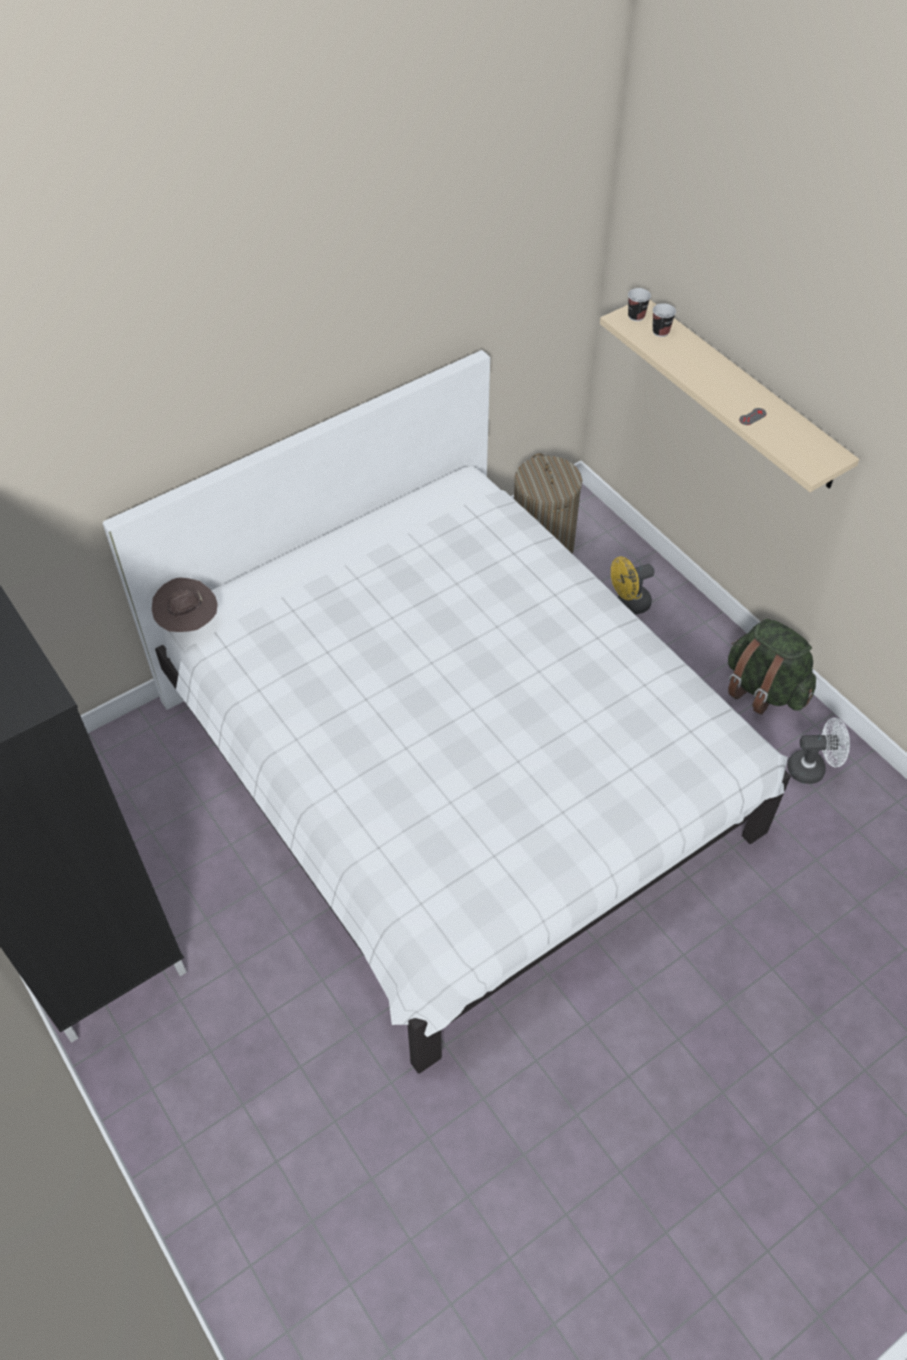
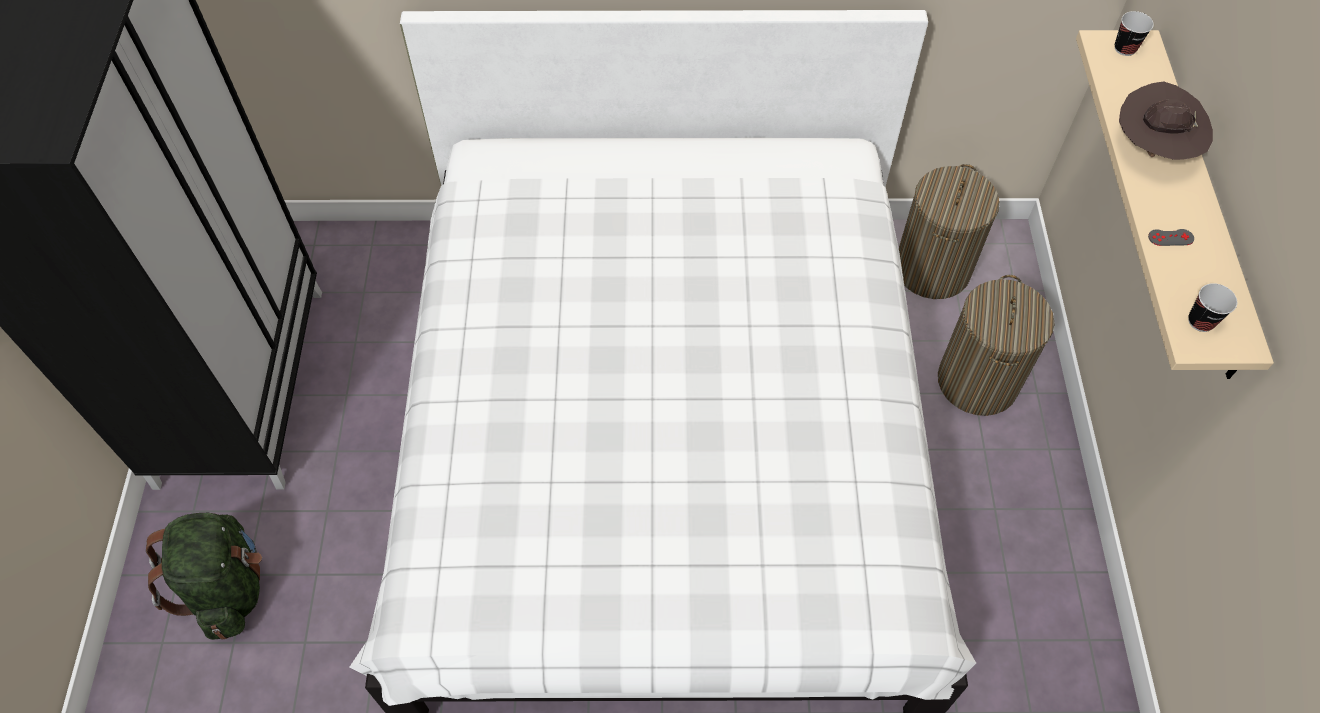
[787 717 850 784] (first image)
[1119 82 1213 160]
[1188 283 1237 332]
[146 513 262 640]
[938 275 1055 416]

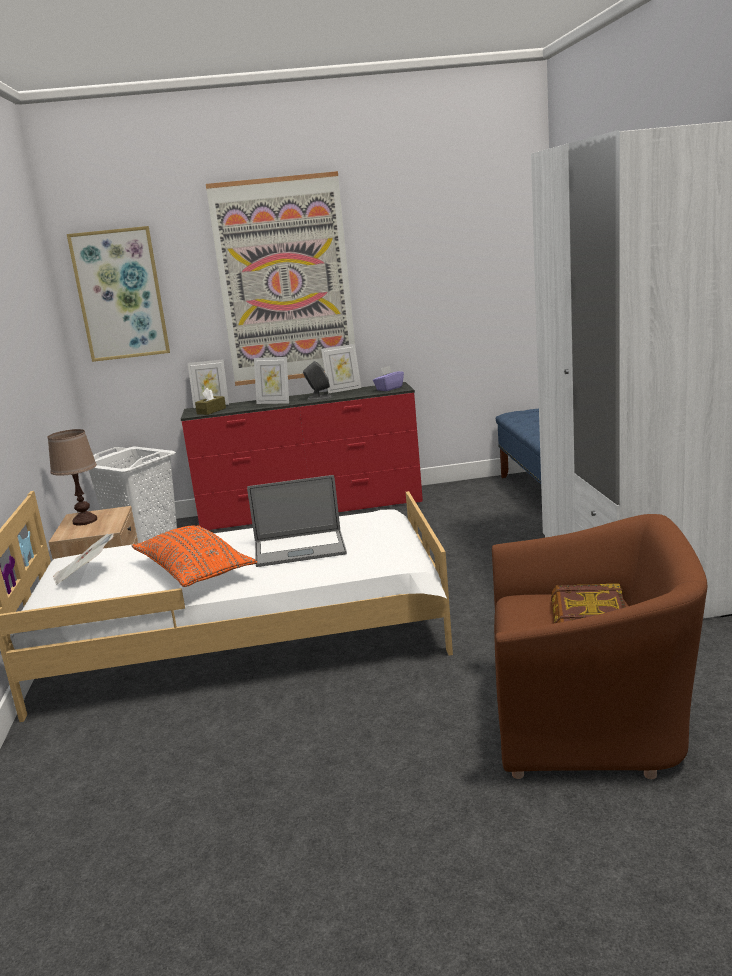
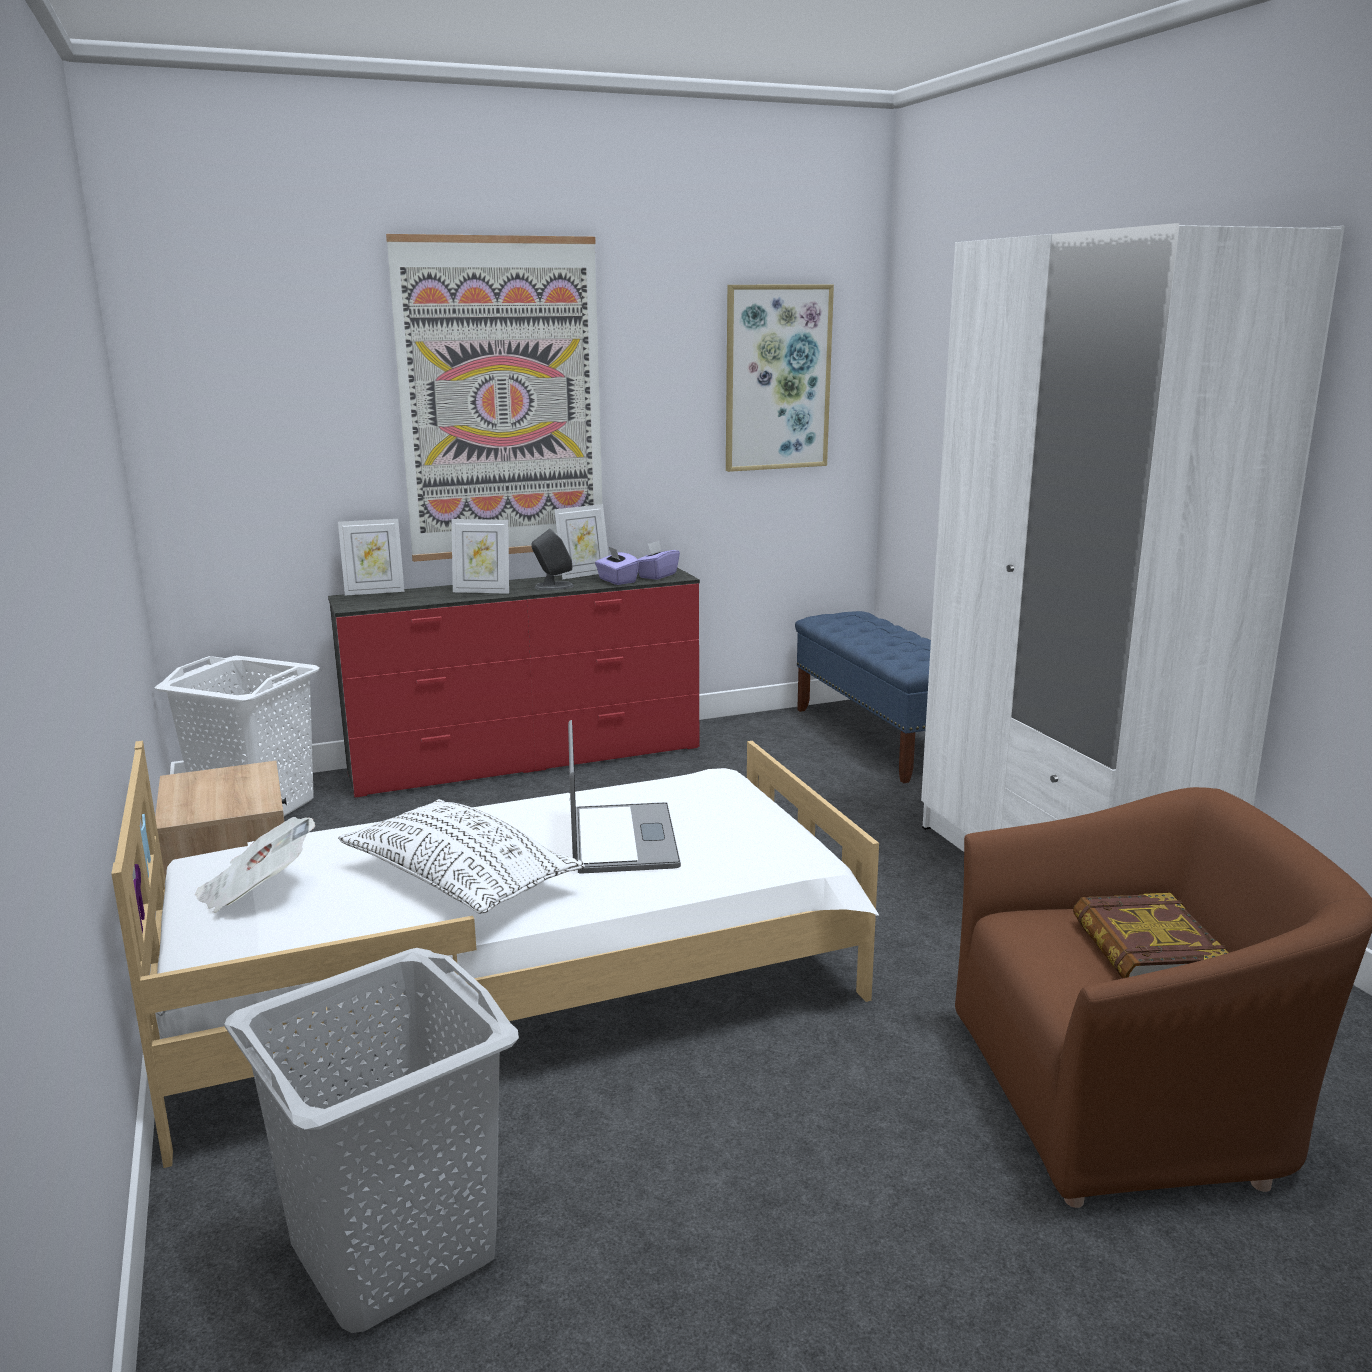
[48 429 97 525] (first image)
[195 388 226 415] (first image)
[224 948 519 1333]
[595 546 639 585]
[726 285 834 472]
[338 799 585 914]
[568 720 681 873]

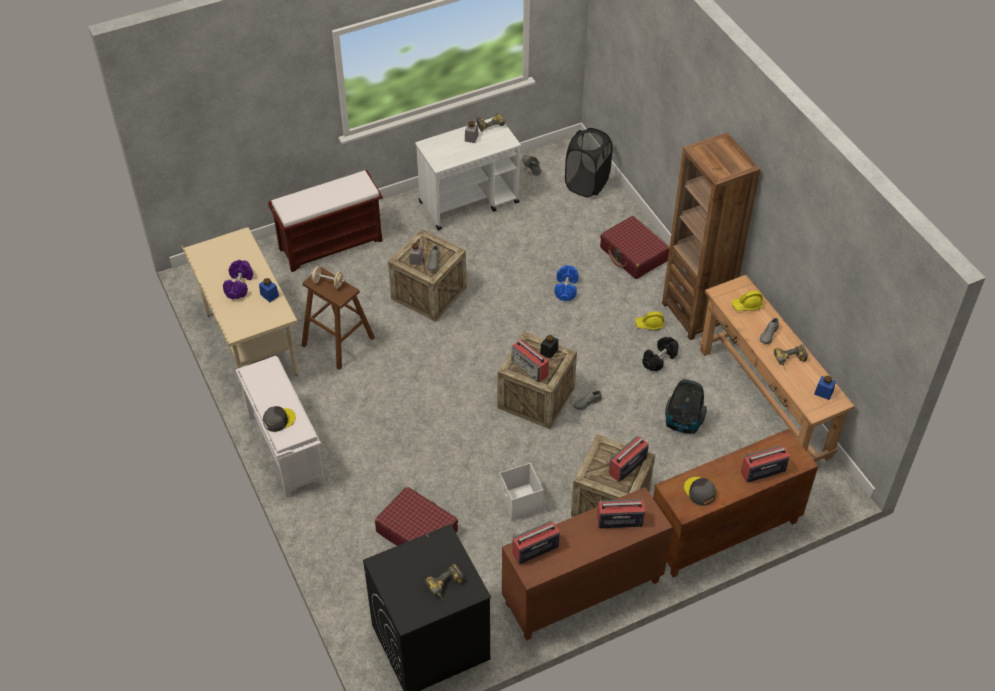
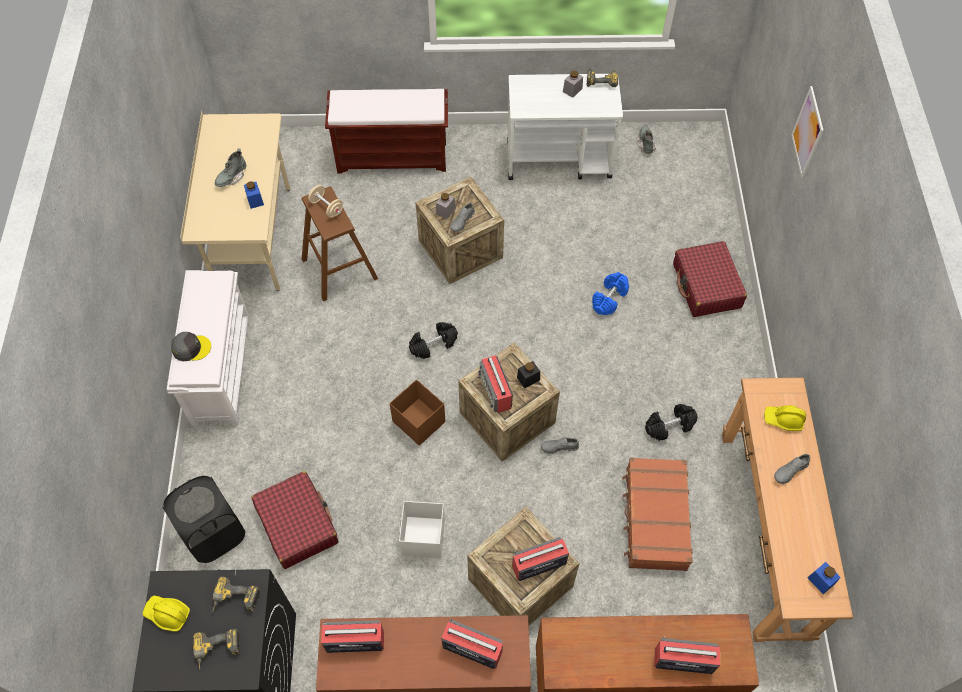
[662 132 760 340] (first image)
[684 477 716 506] (first image)
[389 380 445 446]
[409 322 458 359]
[791 86 824 178]
[162 476 246 563]
[143 596 190 631]
[212 576 260 612]
[215 148 247 187]
[622 457 693 571]

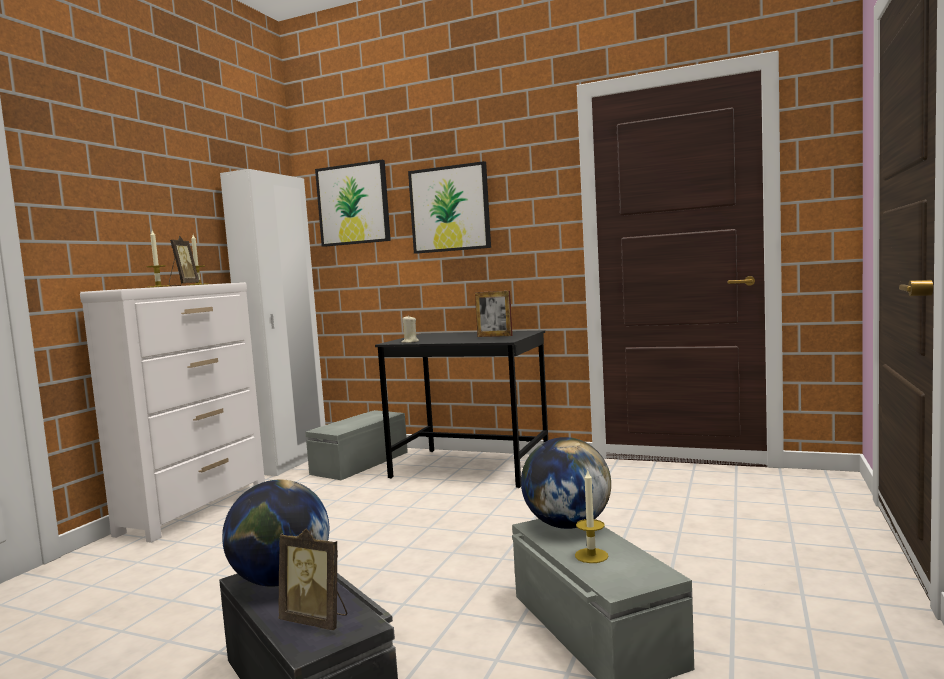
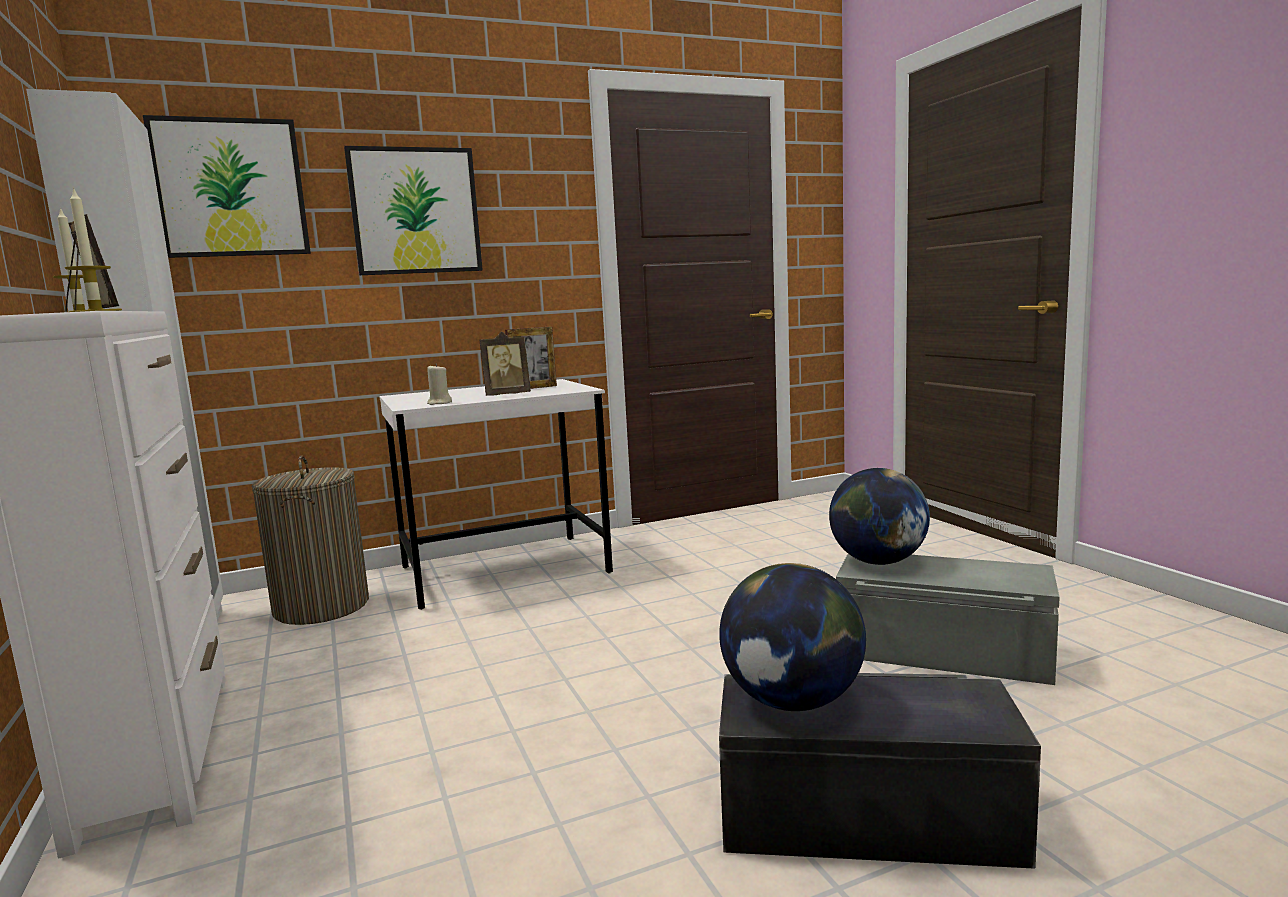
[575 471 609 563] (first image)
[479 331 531 396]
[252 455 369 625]
[379 379 613 610]

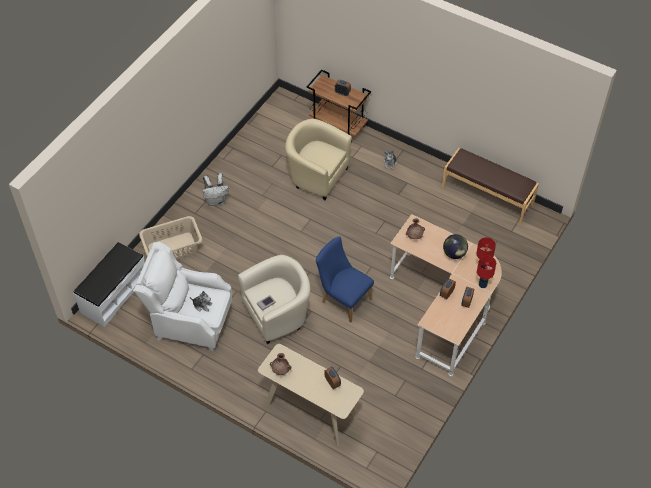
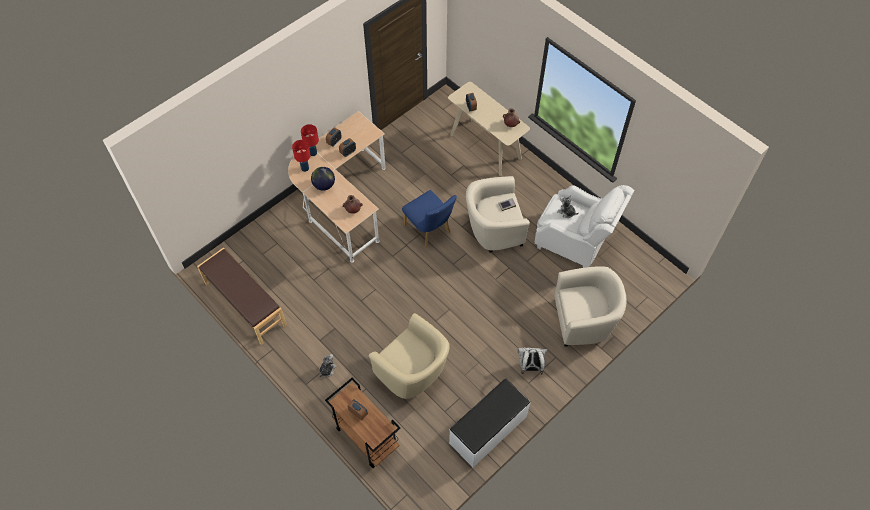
[449 378 531 467]
[554 266 627 347]

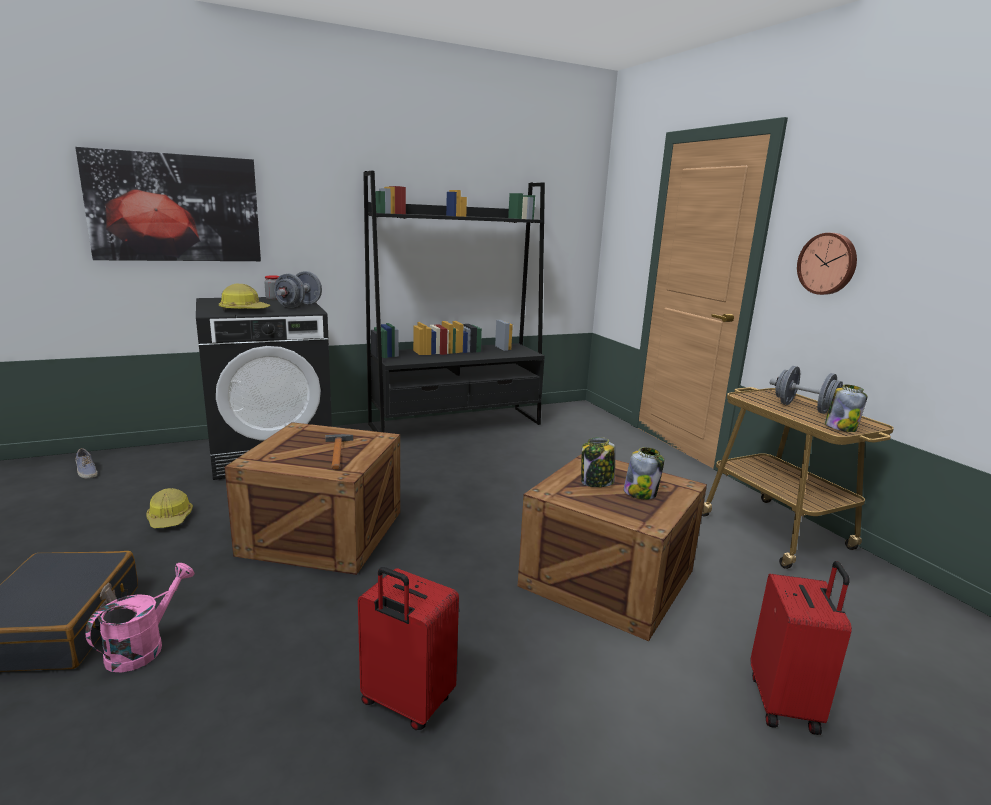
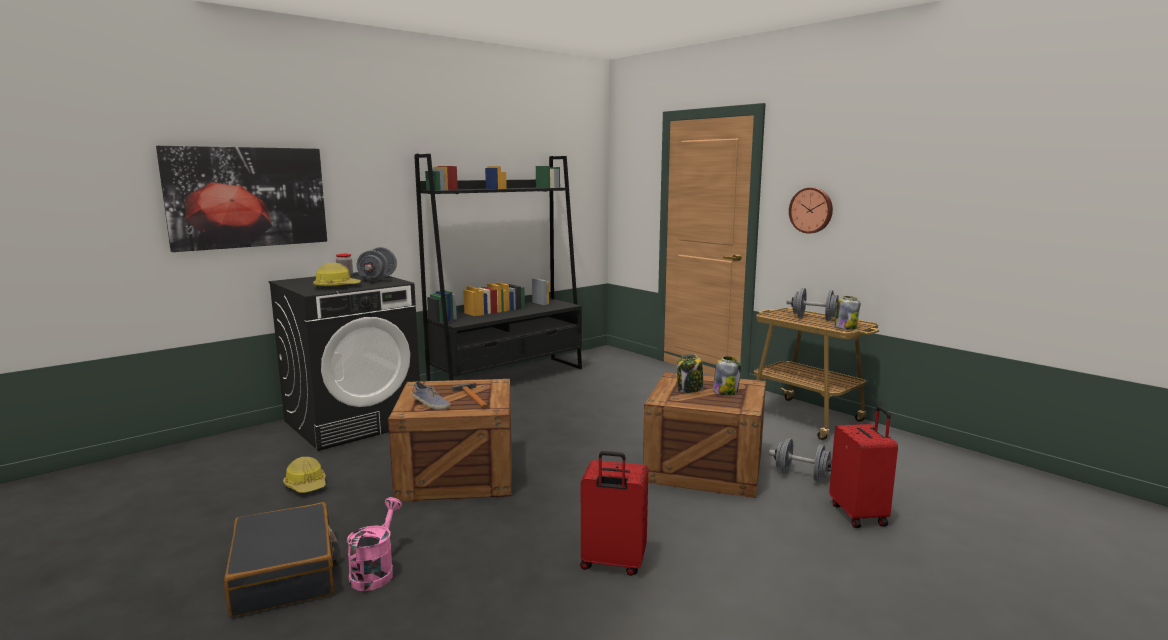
[769 438 832 482]
[411 381 451 409]

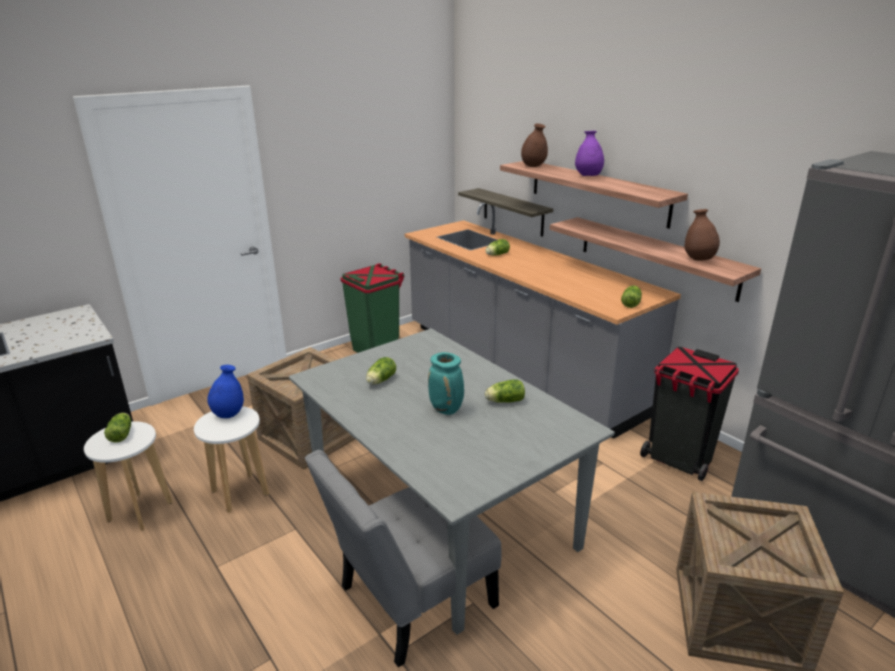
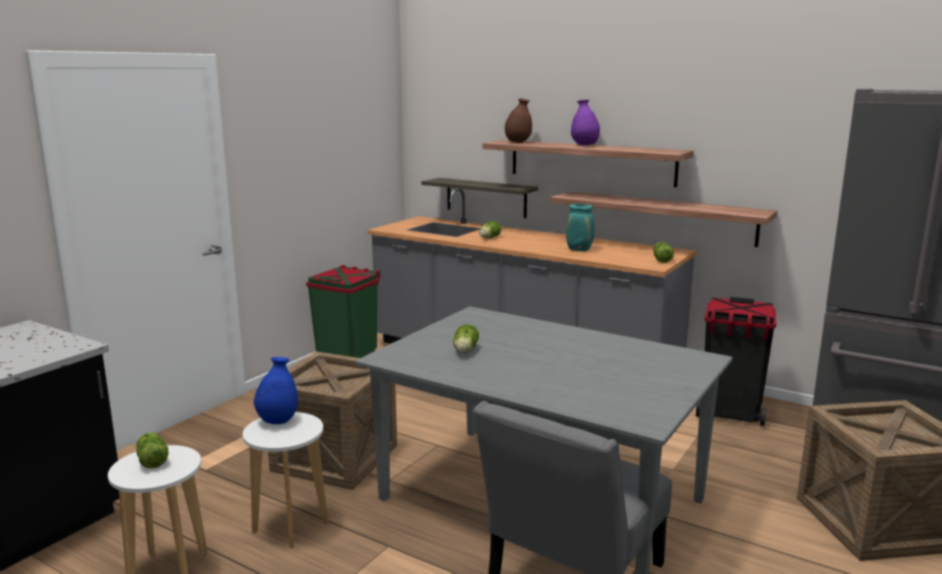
[485 379 525 402] (first image)
[684 209 720 261] (first image)
[566 204 594 251]

